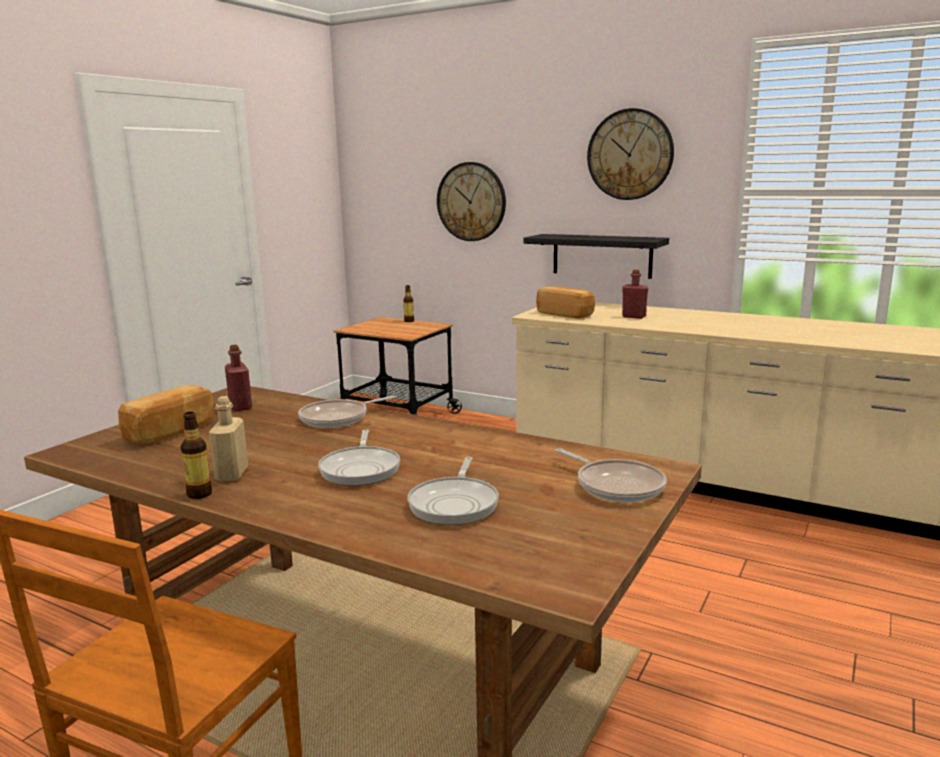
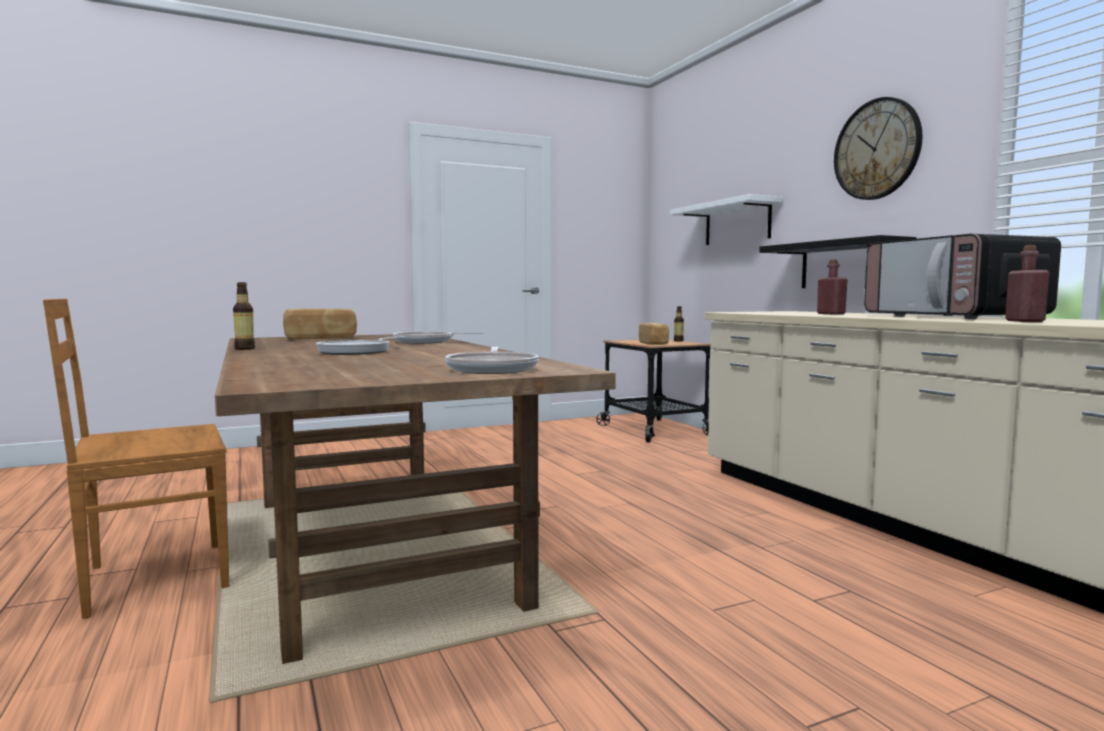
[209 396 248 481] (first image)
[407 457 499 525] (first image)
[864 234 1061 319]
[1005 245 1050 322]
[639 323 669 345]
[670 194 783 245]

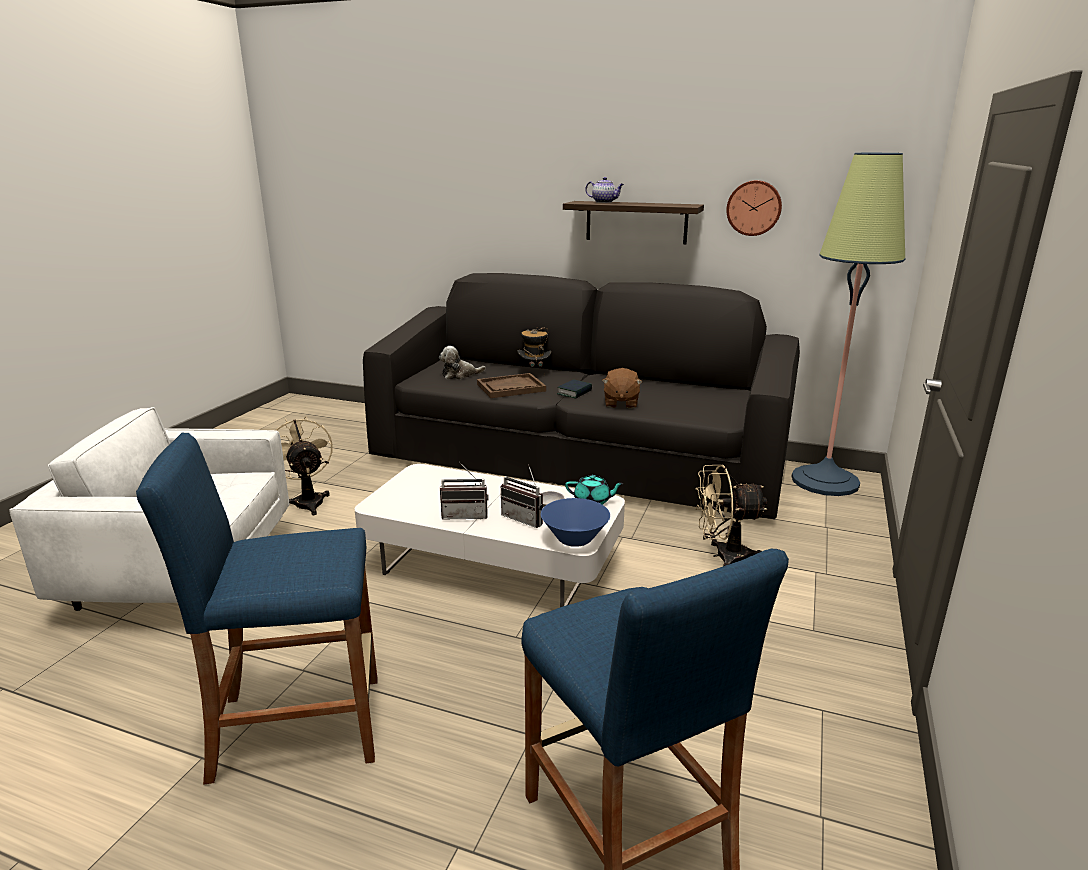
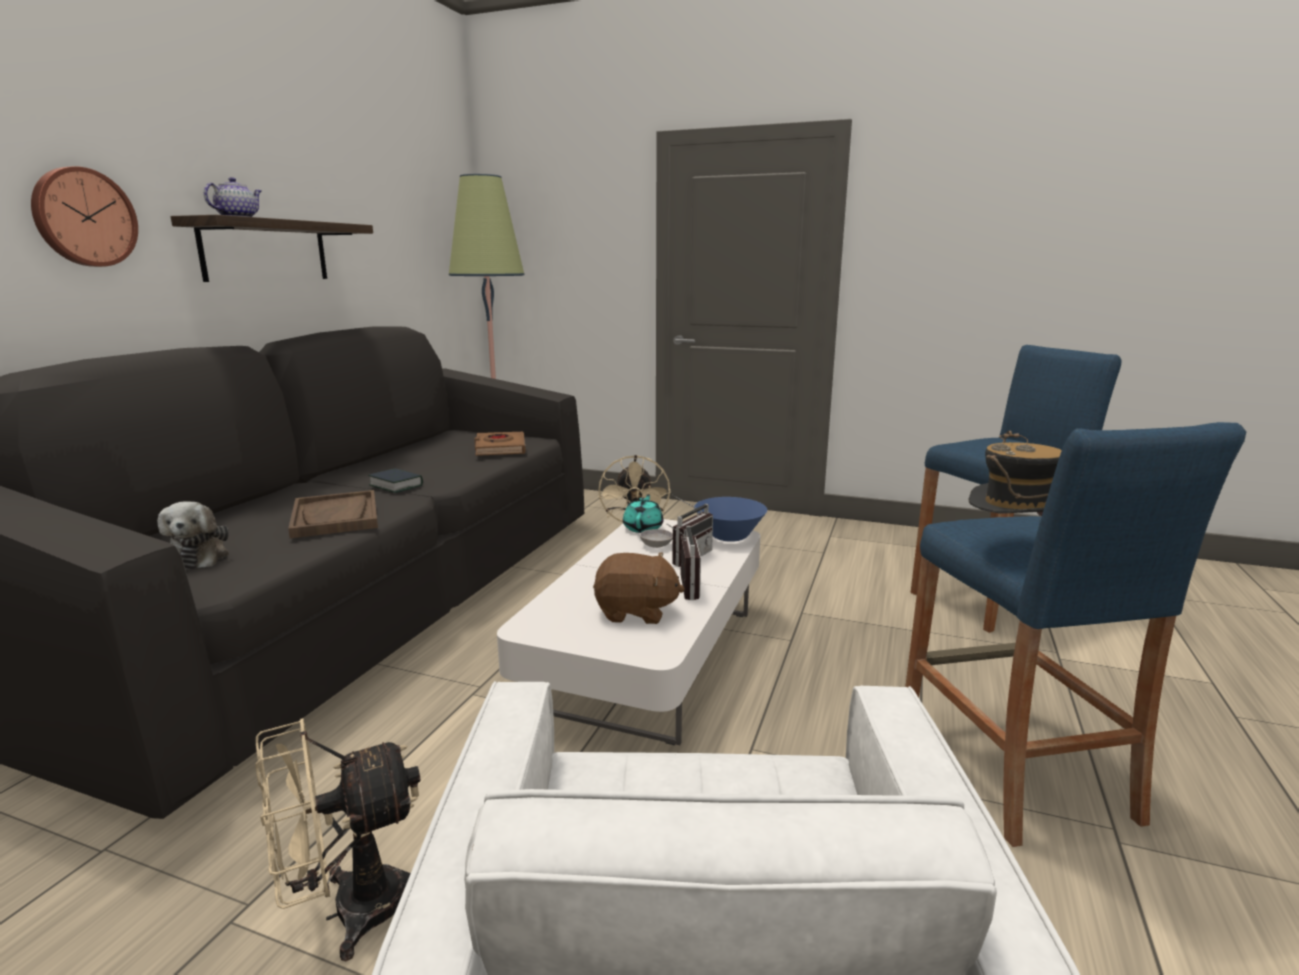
[474 432 526 456]
[969 431 1062 523]
[593 552 685 624]
[31 166 138 267]

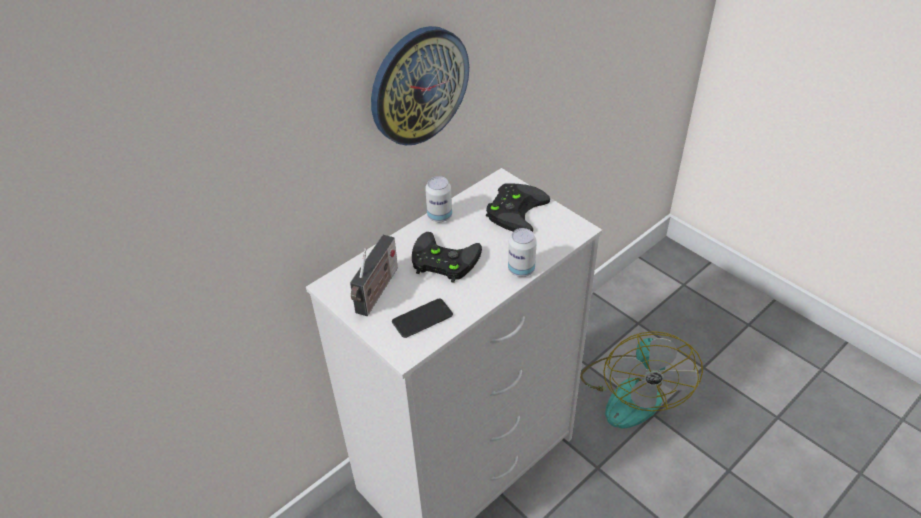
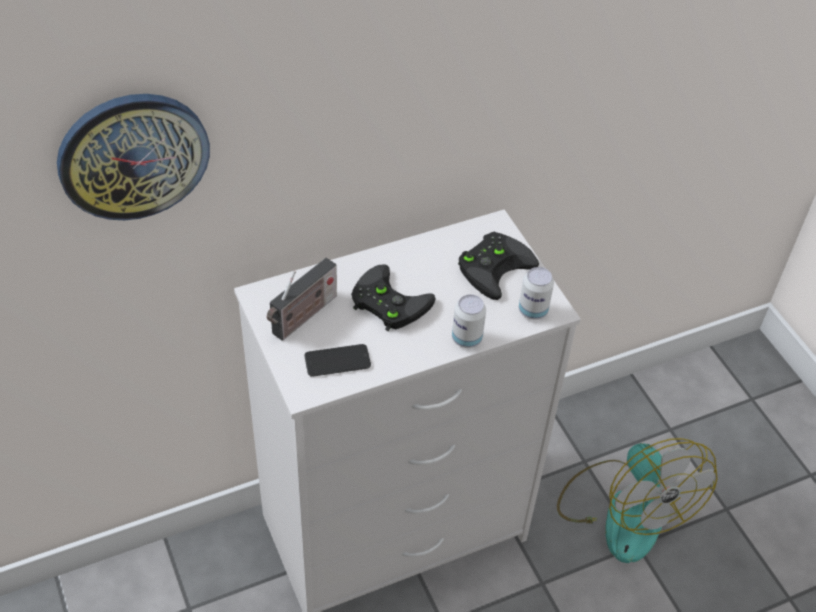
[57 94 210 220]
[519 267 554 320]
[557 438 717 563]

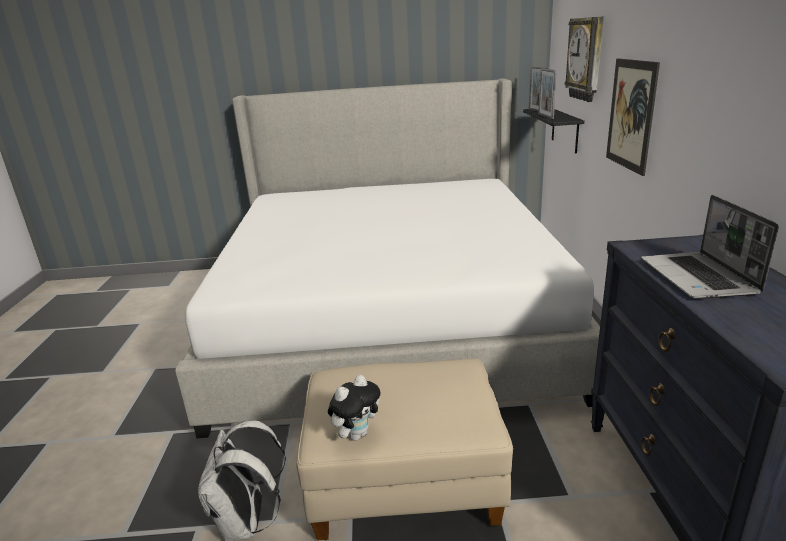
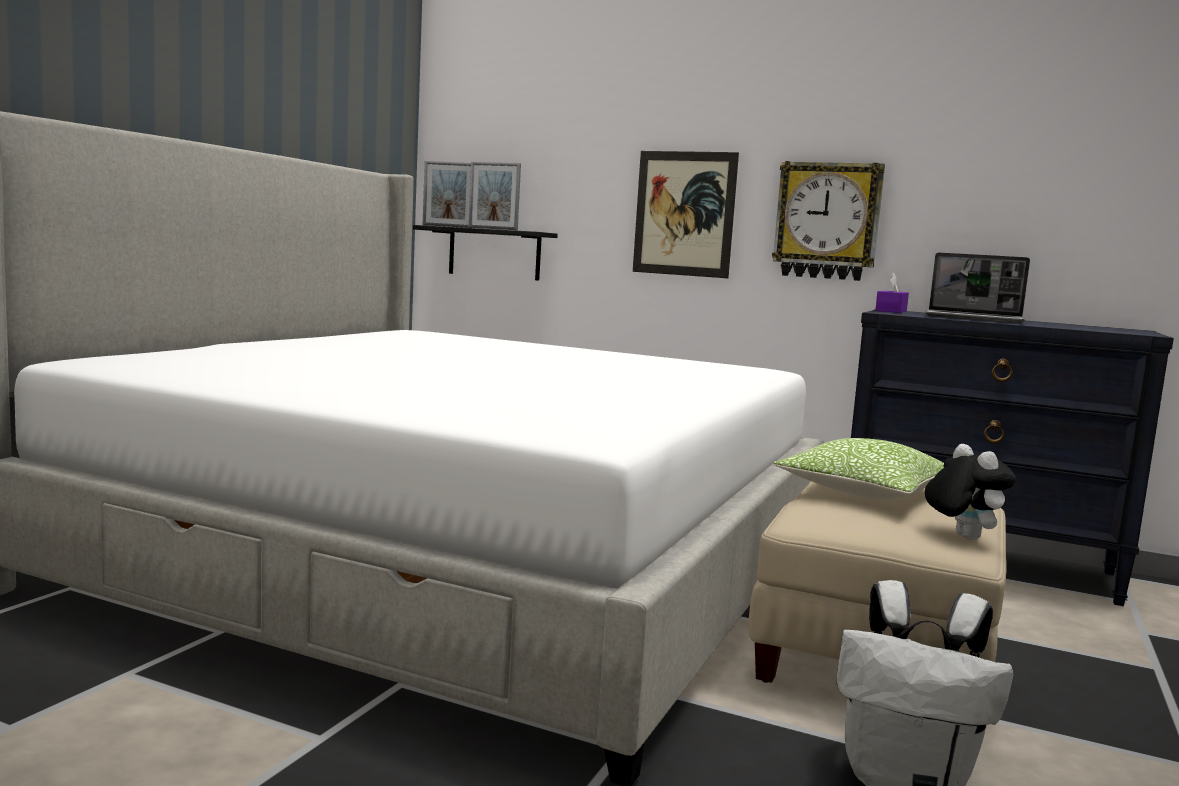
[773 438 944 500]
[875 273 909 313]
[772 161 885 281]

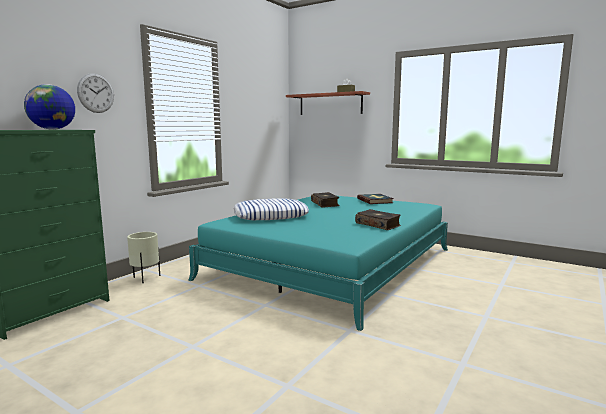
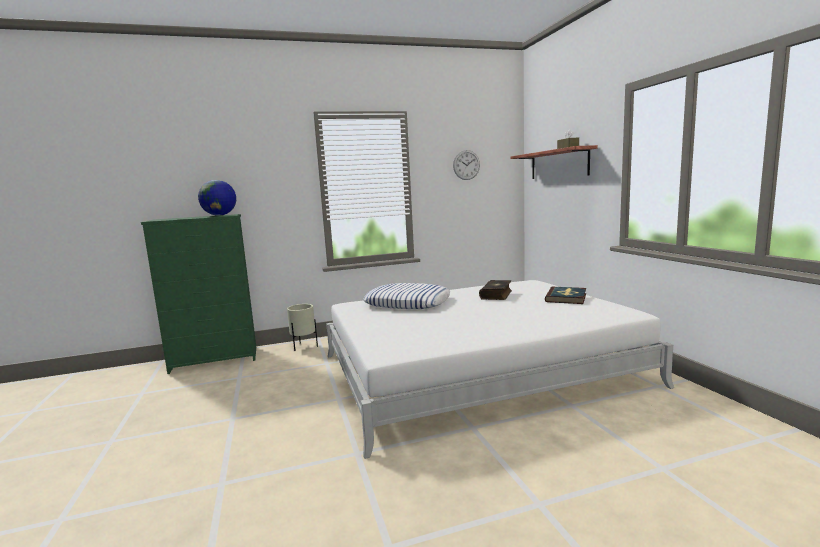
[355 209 401 230] (first image)
[453 150 480 180]
[326 280 674 459]

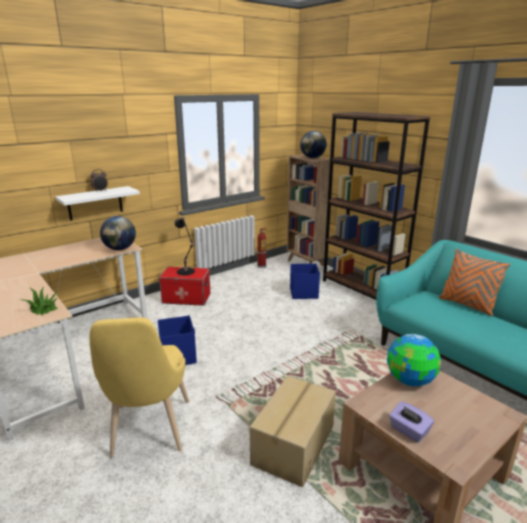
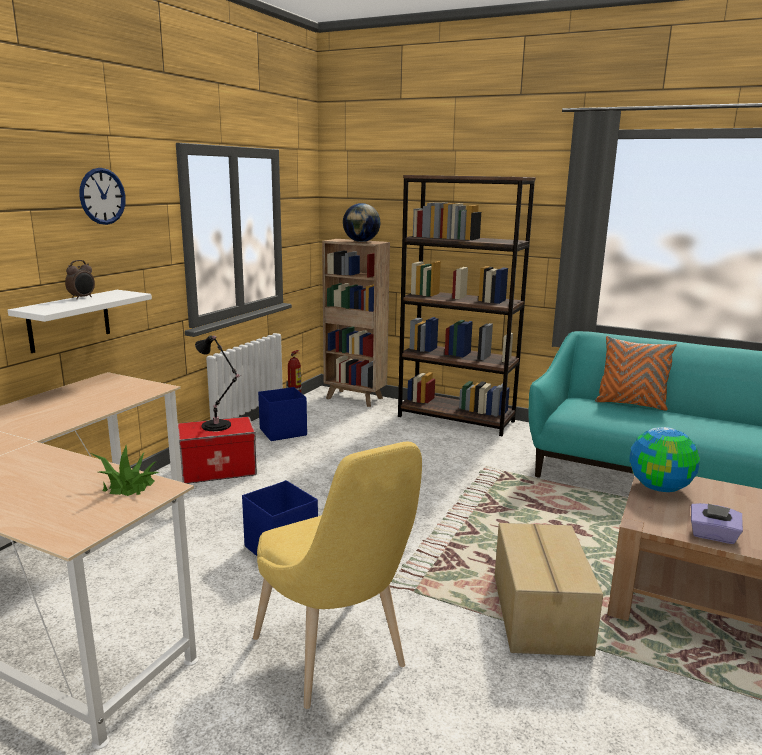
[100 216 136 250] (first image)
[80 168 126 225]
[258 387 307 441]

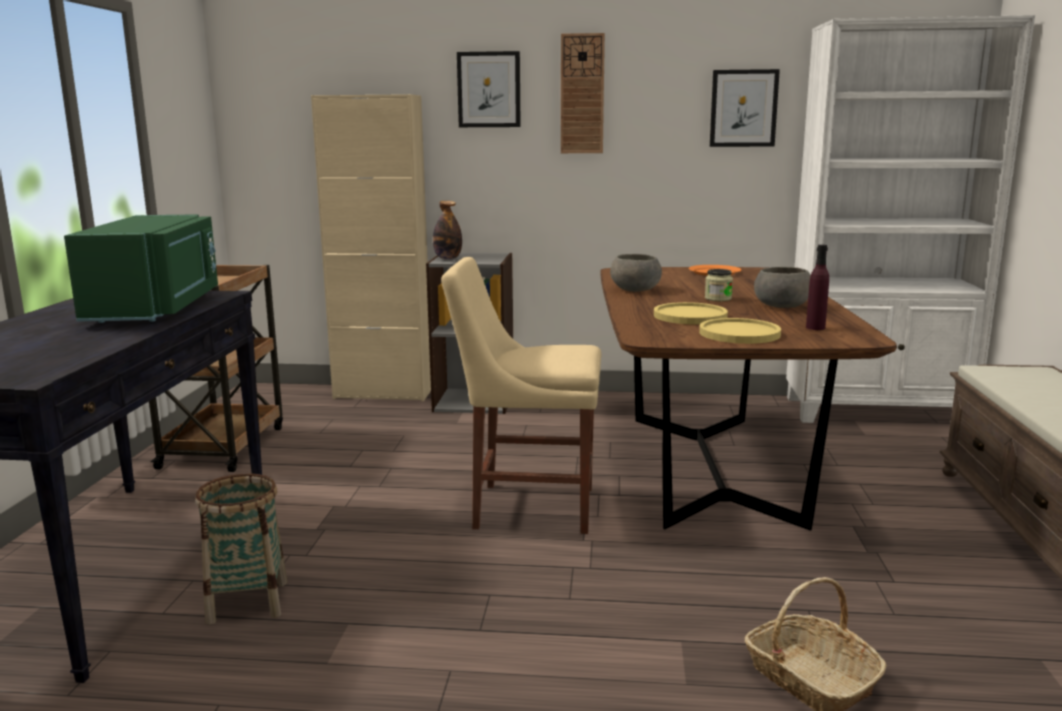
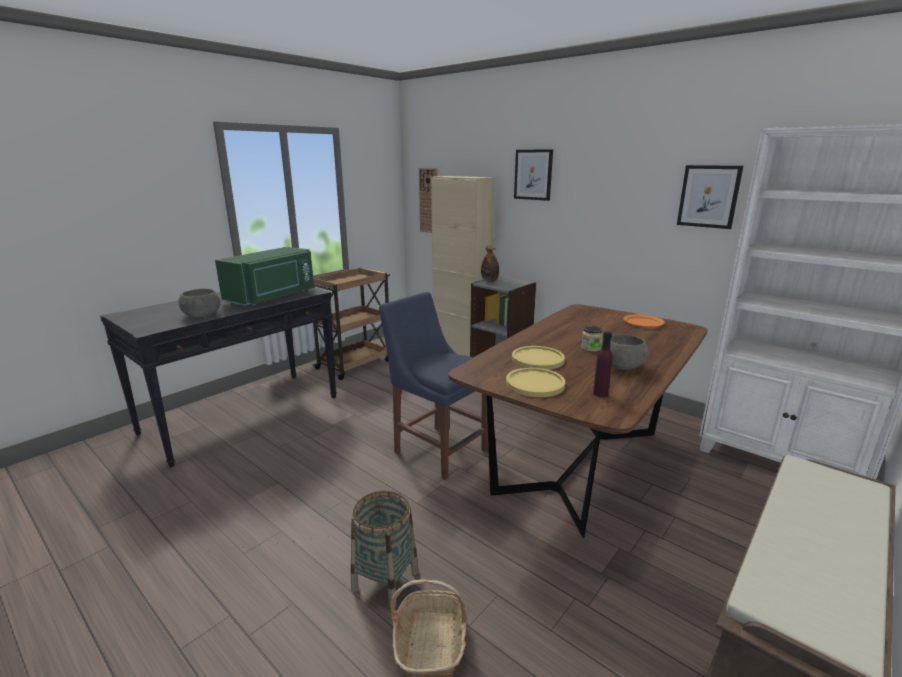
[351 491 419 607]
[419 168 437 233]
[179 289 220 317]
[379 292 488 480]

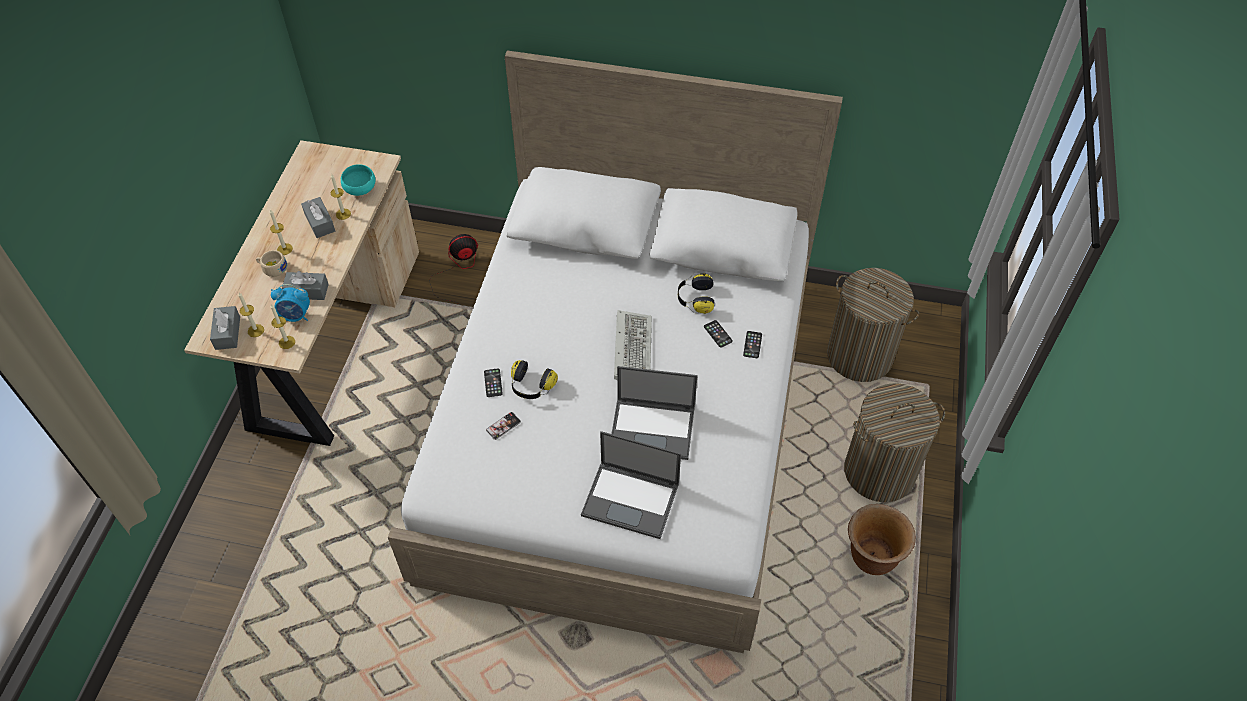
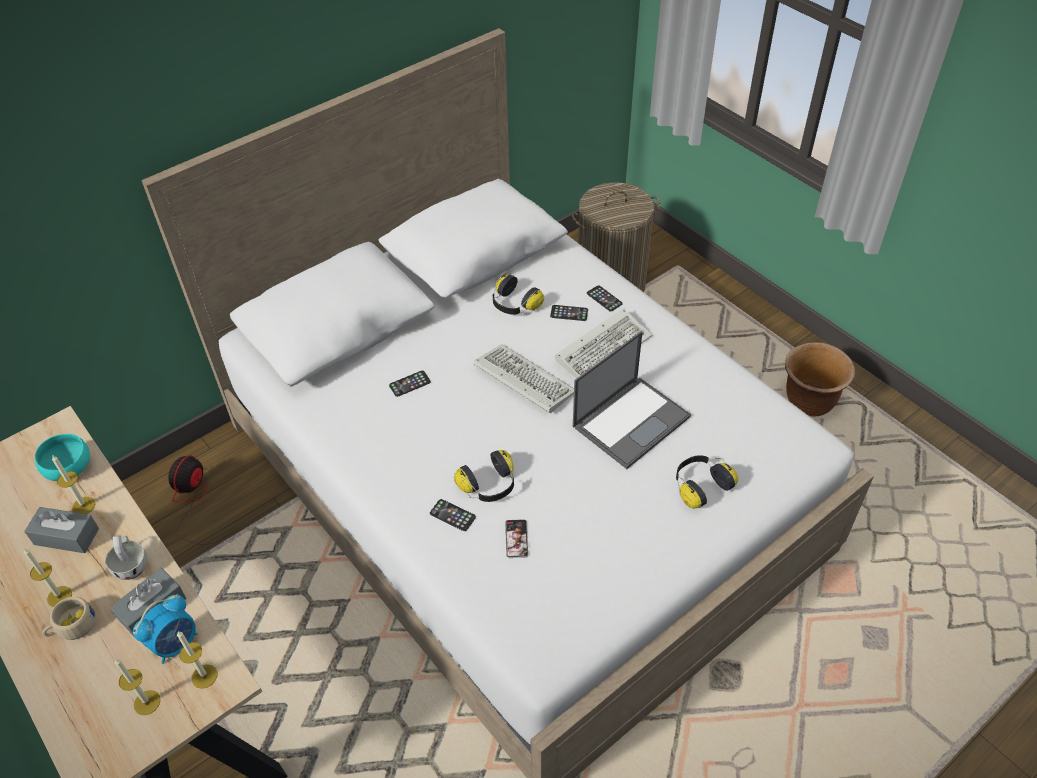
[210 306 240 350] (first image)
[844 383 945 502] (first image)
[105 535 147 580]
[389 371 431 397]
[555 308 652 379]
[676 455 738 508]

